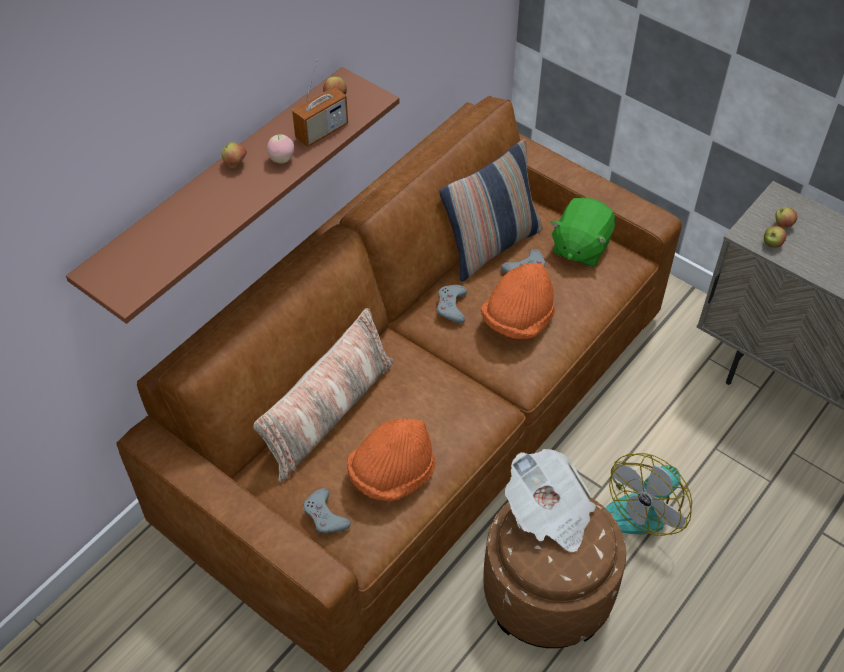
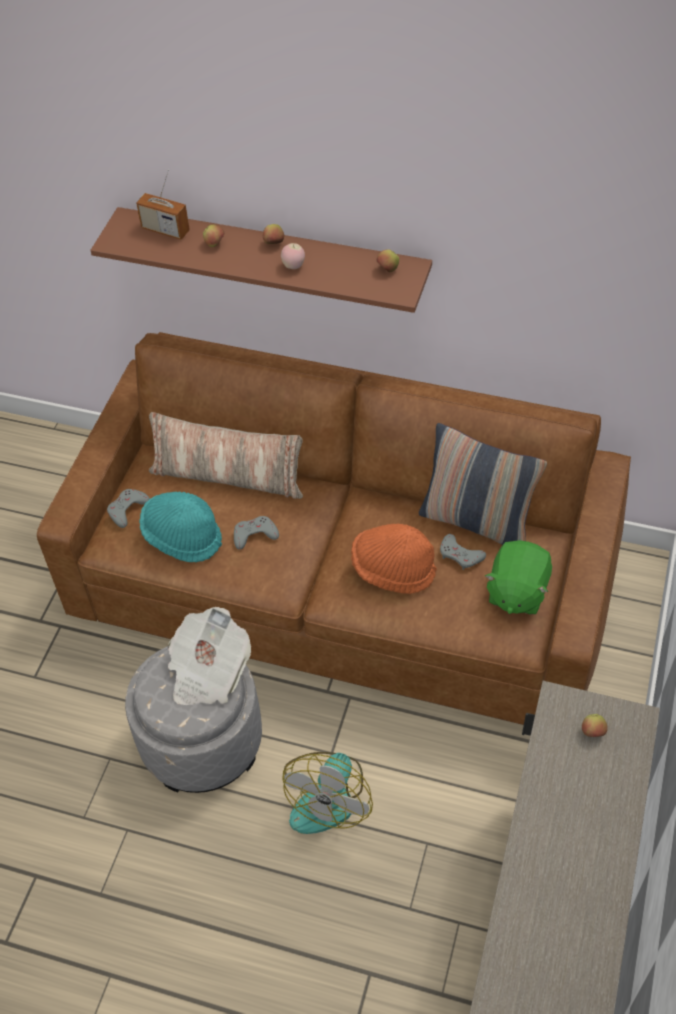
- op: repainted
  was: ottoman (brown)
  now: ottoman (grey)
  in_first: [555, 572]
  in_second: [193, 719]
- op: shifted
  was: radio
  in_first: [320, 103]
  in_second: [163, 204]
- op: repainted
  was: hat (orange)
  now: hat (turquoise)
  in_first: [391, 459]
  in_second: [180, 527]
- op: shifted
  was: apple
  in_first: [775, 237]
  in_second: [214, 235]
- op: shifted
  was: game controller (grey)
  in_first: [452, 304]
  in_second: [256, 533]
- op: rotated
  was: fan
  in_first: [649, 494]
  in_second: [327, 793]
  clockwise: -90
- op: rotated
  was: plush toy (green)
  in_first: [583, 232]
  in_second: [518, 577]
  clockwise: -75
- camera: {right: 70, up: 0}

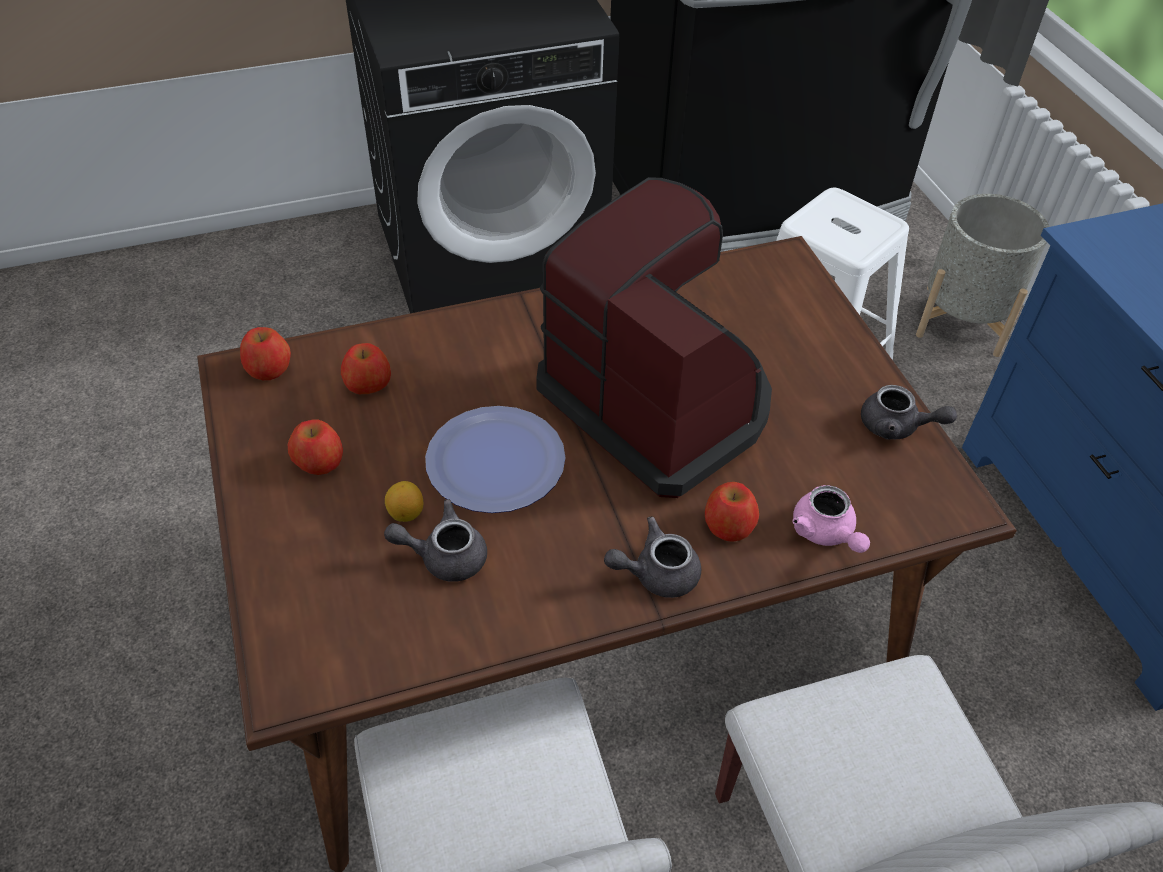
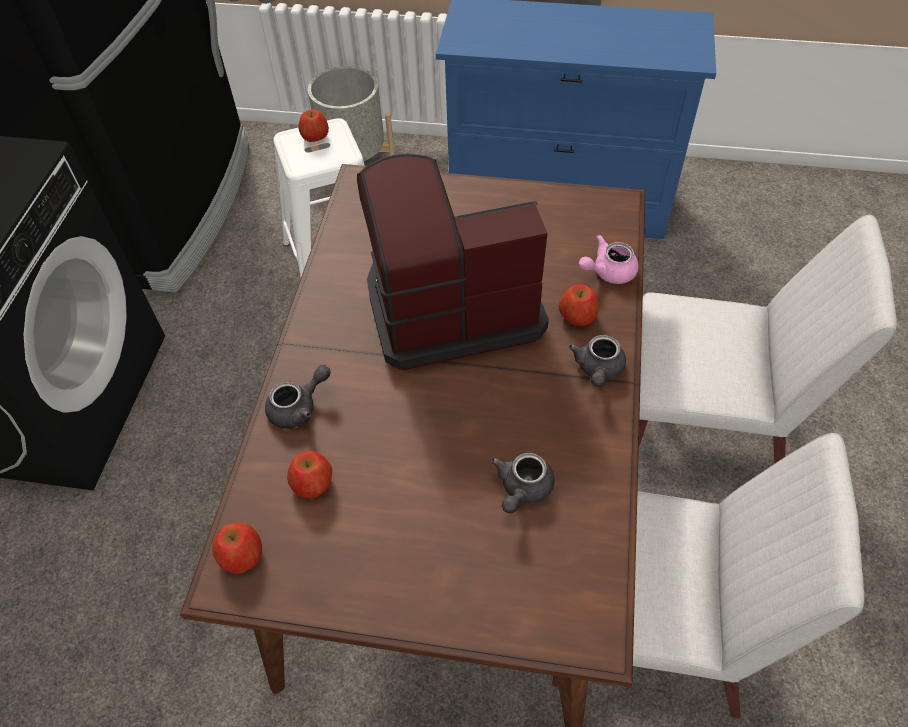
- op: shifted
  was: teapot (grey)
  in_first: [909, 412]
  in_second: [298, 397]
- op: shifted
  was: apple
  in_first: [315, 447]
  in_second: [313, 125]
- op: rotated
  was: teapot (pink)
  in_first: [831, 519]
  in_second: [609, 259]
  clockwise: 150
- op: gone
  was: lemon
  in_first: [404, 501]
- op: gone
  was: plate
  in_first: [495, 459]
- camera: {right: -60, up: 5}

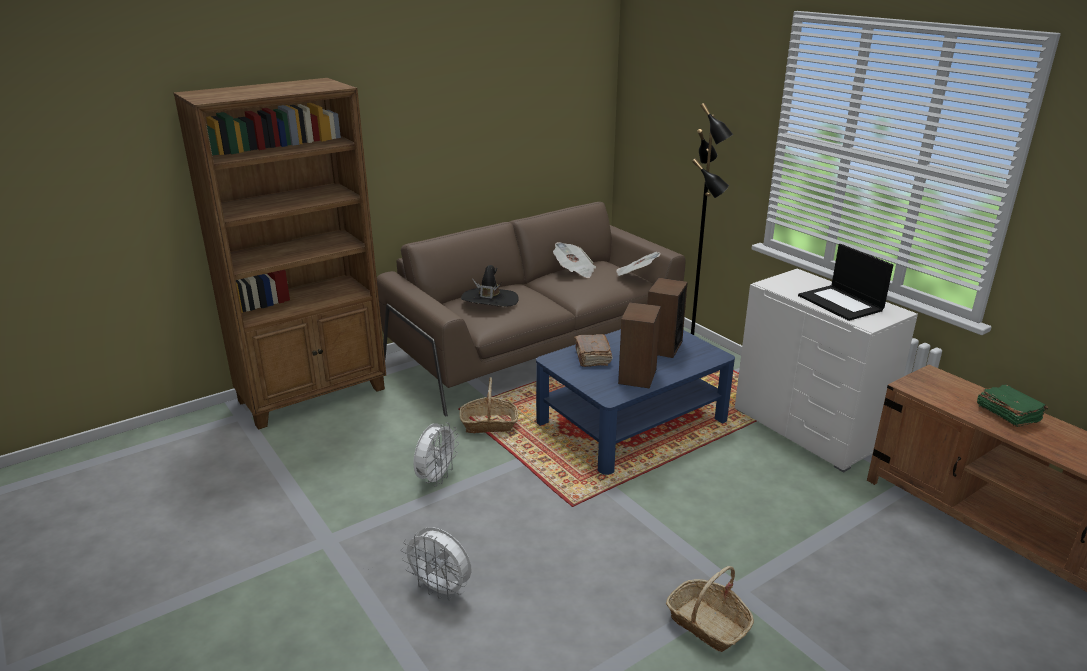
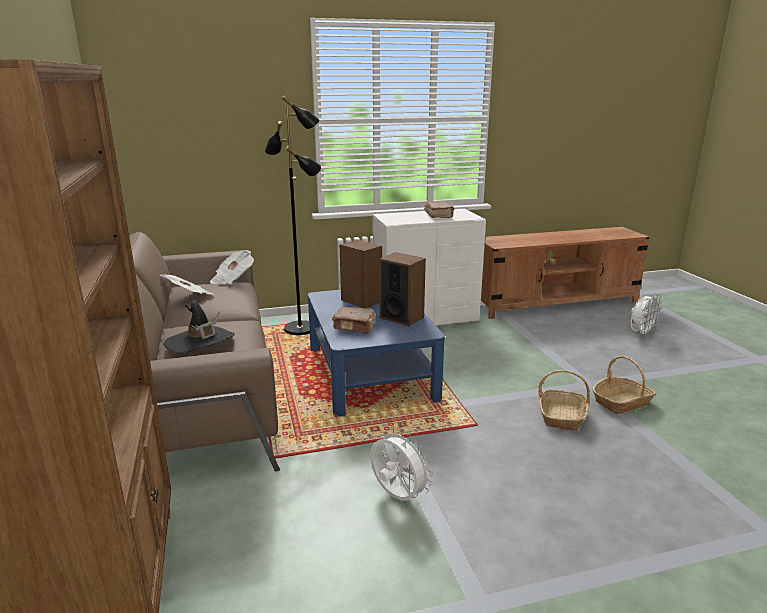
- op: swapped
  was: laptop
  now: book (brown)
  in_first: [845, 282]
  in_second: [439, 209]
- op: shifted
  was: basket
  in_first: [488, 405]
  in_second: [564, 400]
- op: shifted
  was: fan (white)
  in_first: [436, 563]
  in_second: [647, 315]
- op: gone
  was: book (green)
  in_first: [1012, 405]
- camera: {right: -70, up: -5}

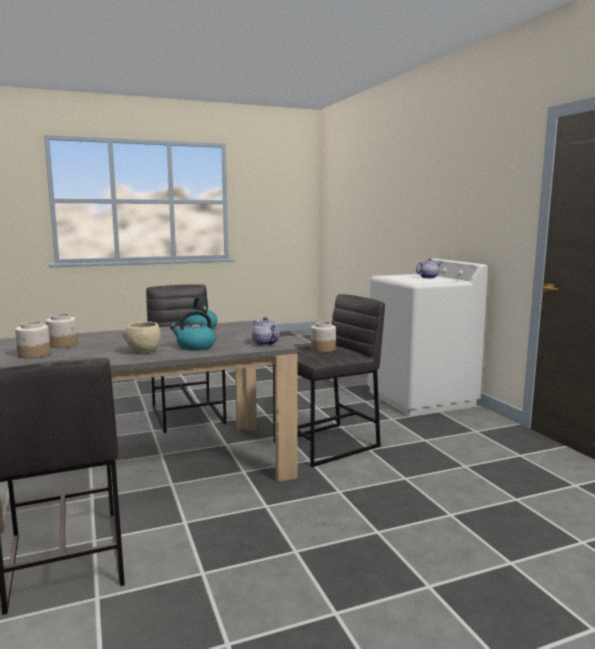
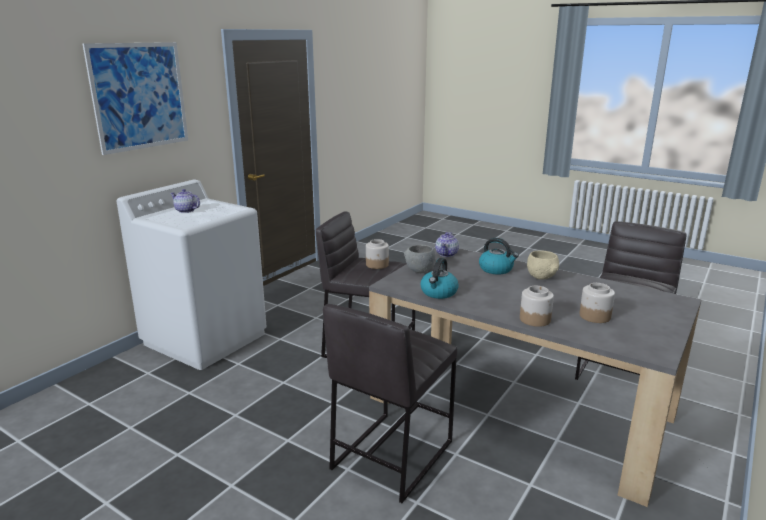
- op: new
  now: picture
  in_second: [135, 98]
- op: new
  now: bowl (grey)
  in_second: [419, 259]
- op: shifted
  was: jar
  in_first: [33, 340]
  in_second: [537, 306]
- camera: {right: -125, up: 10}

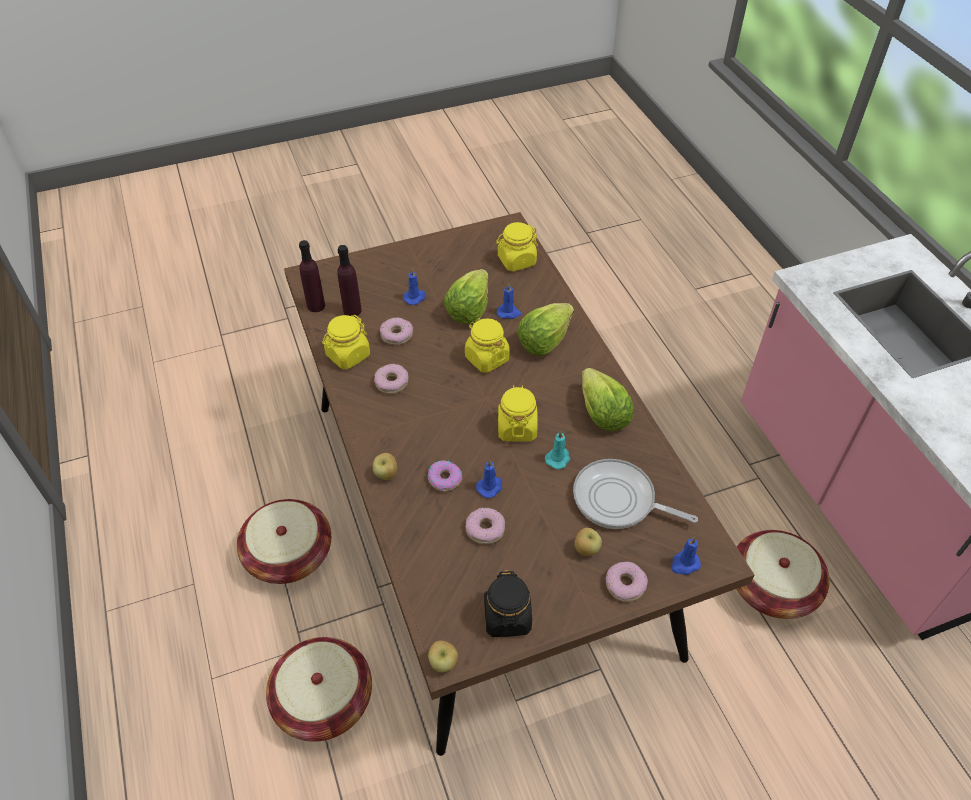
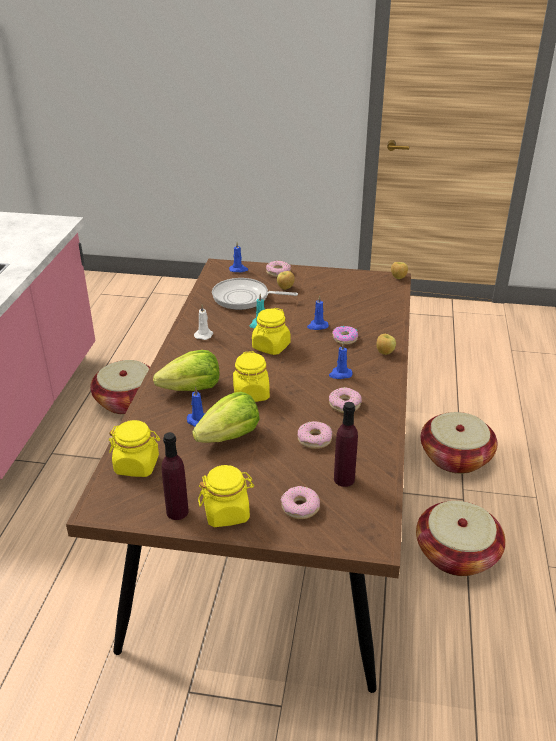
- op: shifted
  was: bottle (purple)
  in_first: [312, 276]
  in_second: [175, 476]
- op: swapped
  was: lettuce
  now: candle (white)
  in_first: [608, 399]
  in_second: [203, 322]
- op: shifted
  was: jar (yellow)
  in_first: [346, 342]
  in_second: [226, 496]
- op: rotated
  was: frying pan
  in_first: [635, 494]
  in_second: [255, 294]
  clockwise: 135
- op: shifted
  was: donut
  in_first: [485, 525]
  in_second: [300, 502]
- op: shifted
  was: candle (blue)
  in_first: [414, 287]
  in_second: [341, 360]
- op: gone
  was: jar (black)
  in_first: [508, 603]
- camera: {right: -150, up: -15}

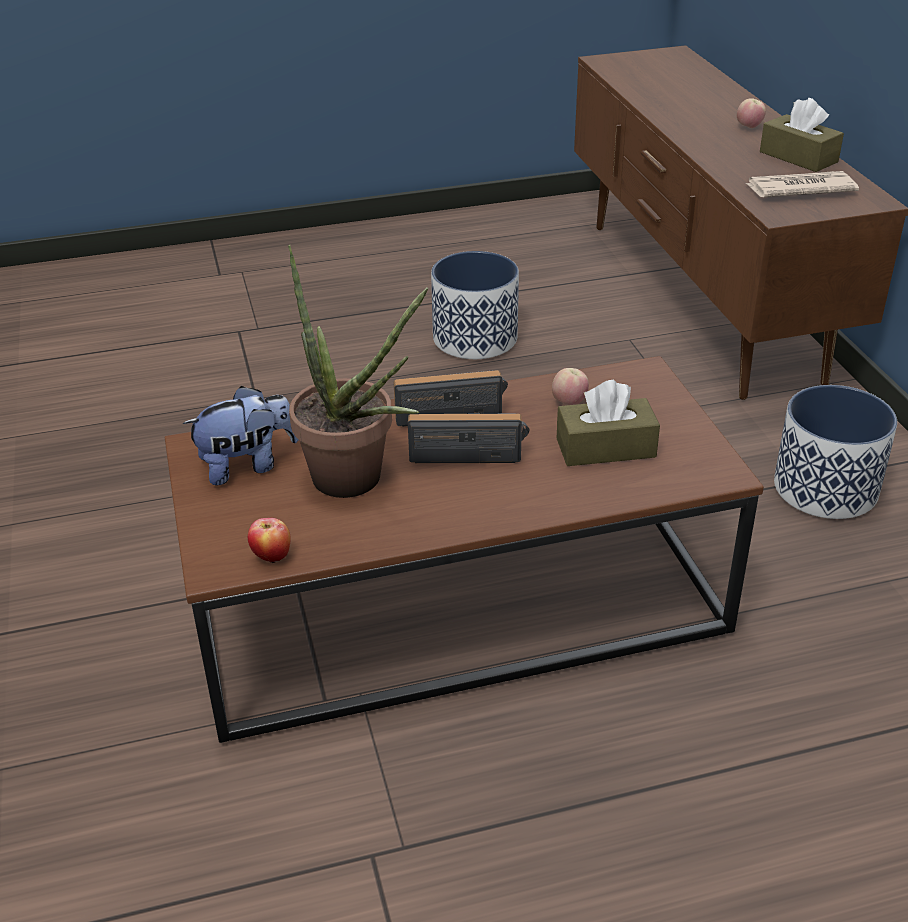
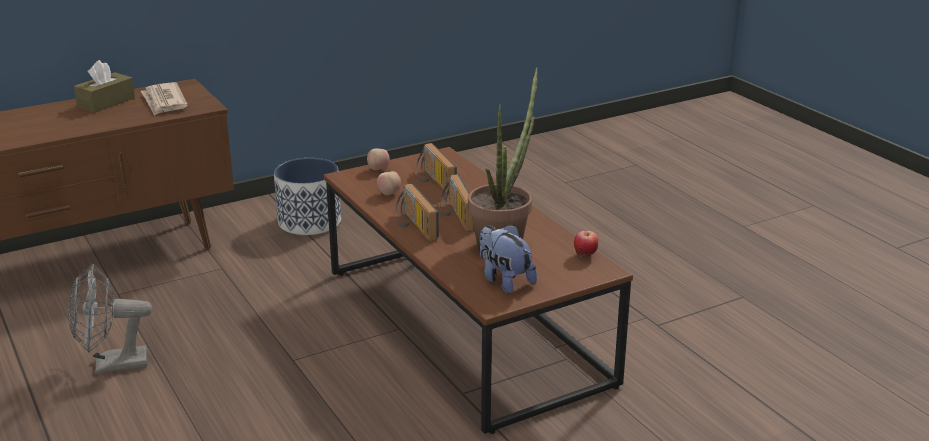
- op: swapped
  was: planter
  now: fan (grey)
  in_first: [475, 305]
  in_second: [110, 319]
- op: shifted
  was: apple
  in_first: [751, 113]
  in_second: [378, 159]
- op: swapped
  was: tissue box (brown)
  now: radio
  in_first: [608, 423]
  in_second: [436, 168]
- camera: {right: -105, up: -10}

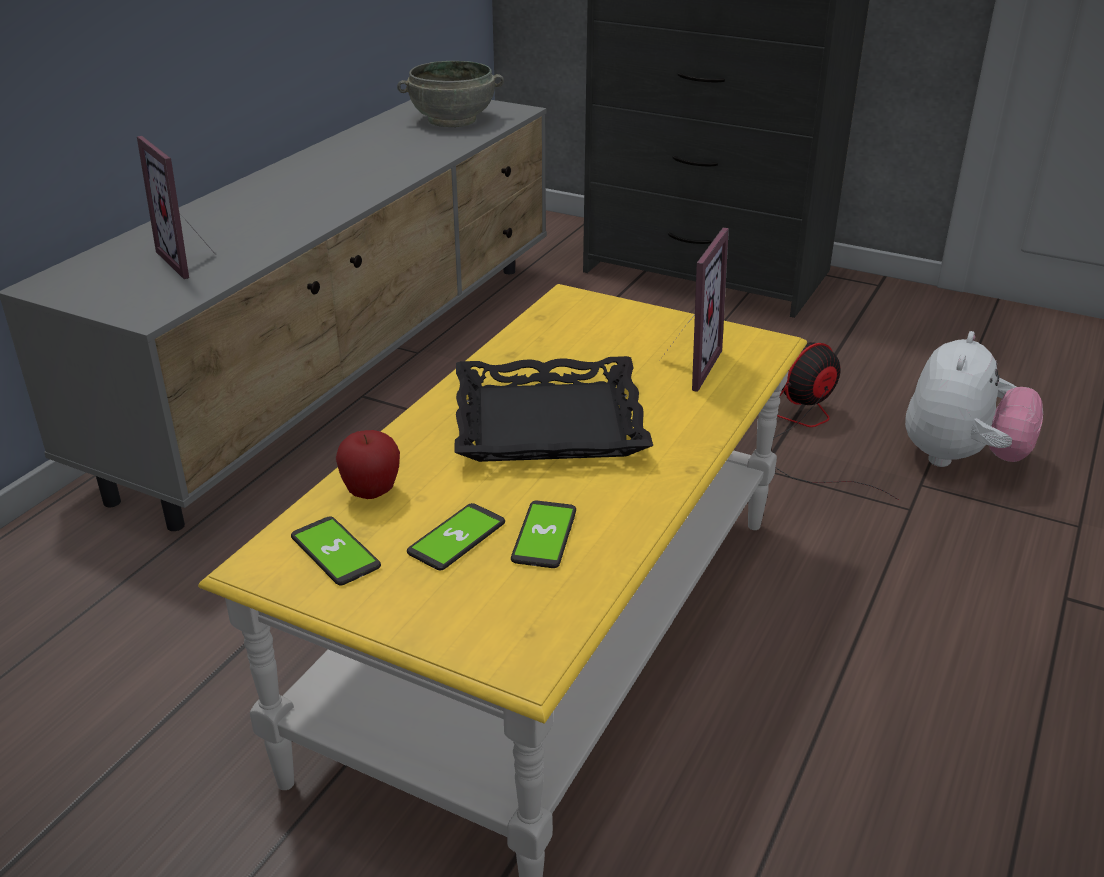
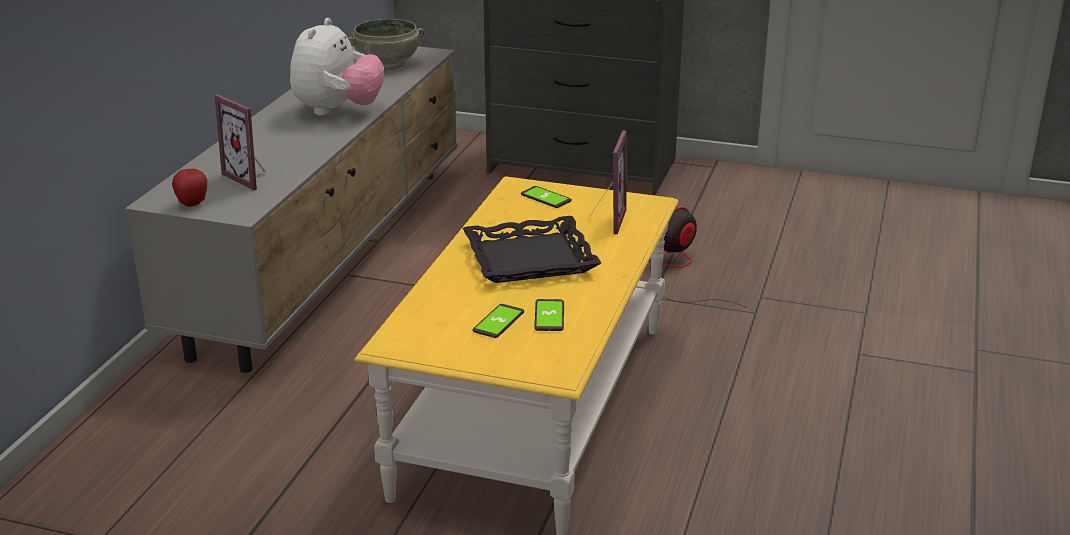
- op: shifted
  was: apple
  in_first: [368, 464]
  in_second: [189, 187]
- op: shifted
  was: plush toy
  in_first: [974, 399]
  in_second: [337, 67]
- op: shifted
  was: phone
  in_first: [336, 550]
  in_second: [546, 197]
- camera: {right: -10, up: -5}

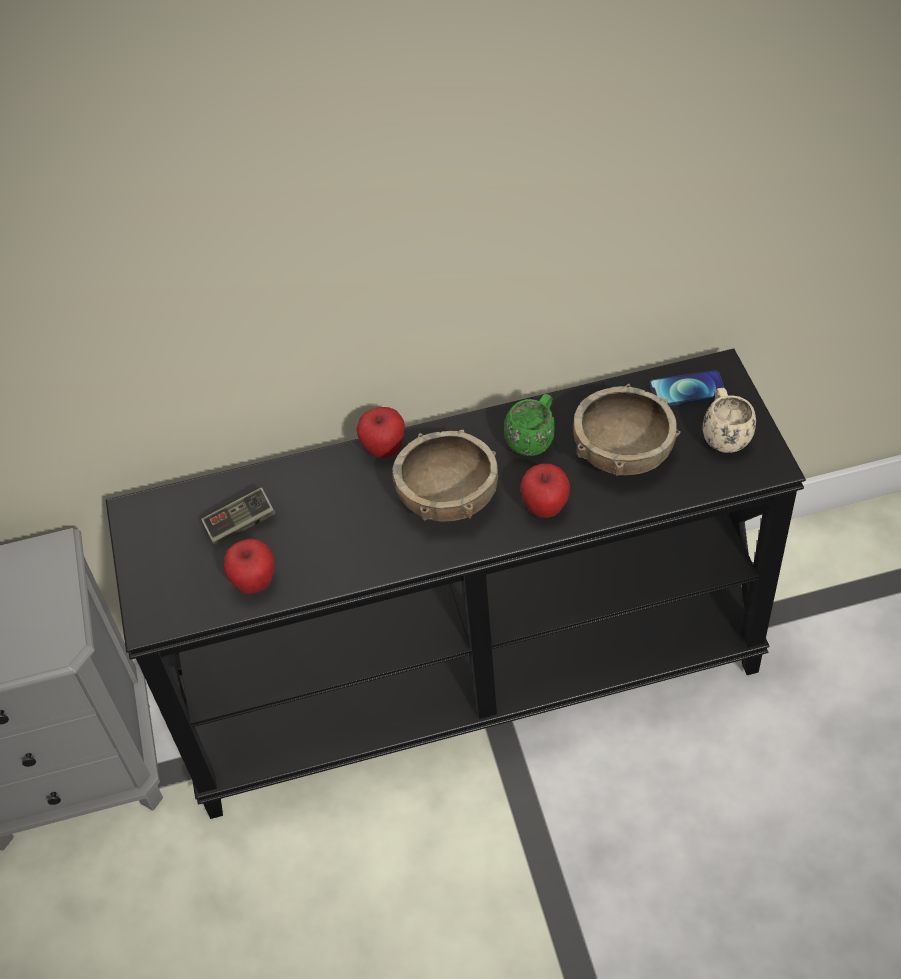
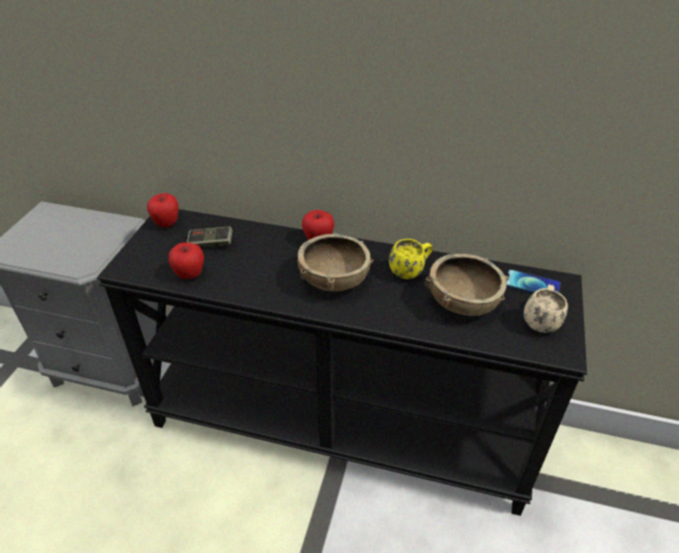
- op: shifted
  was: apple
  in_first: [545, 491]
  in_second: [163, 210]
- op: repainted
  was: mug (green)
  now: mug (yellow)
  in_first: [529, 425]
  in_second: [411, 259]
- camera: {right: 25, up: -10}

